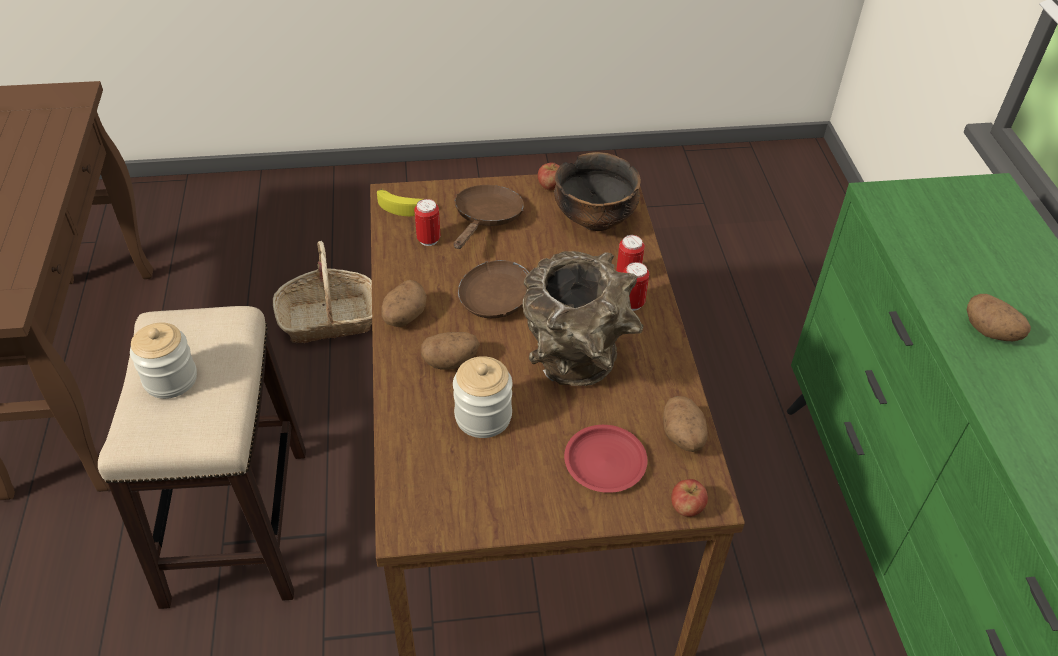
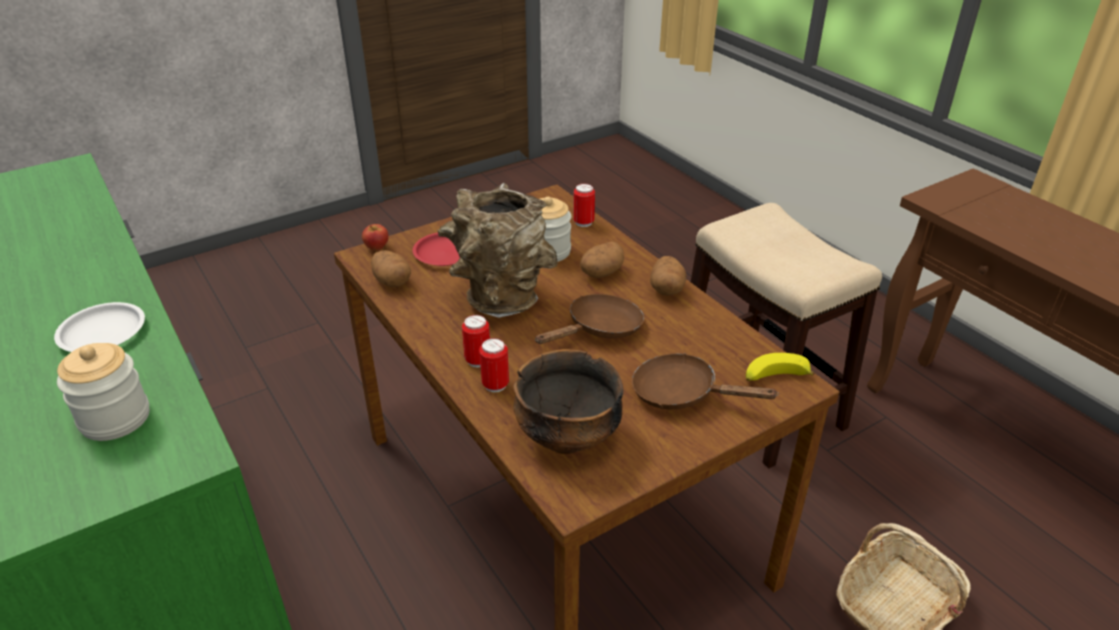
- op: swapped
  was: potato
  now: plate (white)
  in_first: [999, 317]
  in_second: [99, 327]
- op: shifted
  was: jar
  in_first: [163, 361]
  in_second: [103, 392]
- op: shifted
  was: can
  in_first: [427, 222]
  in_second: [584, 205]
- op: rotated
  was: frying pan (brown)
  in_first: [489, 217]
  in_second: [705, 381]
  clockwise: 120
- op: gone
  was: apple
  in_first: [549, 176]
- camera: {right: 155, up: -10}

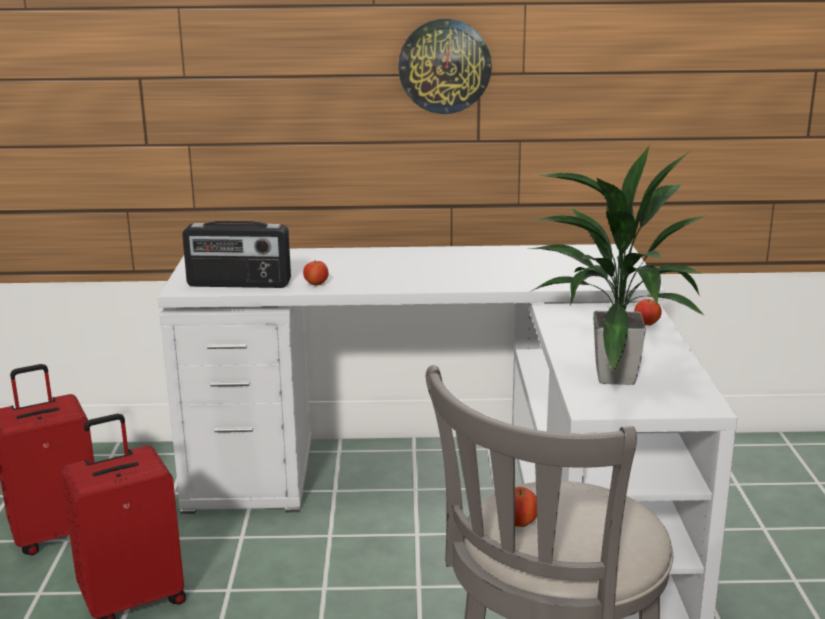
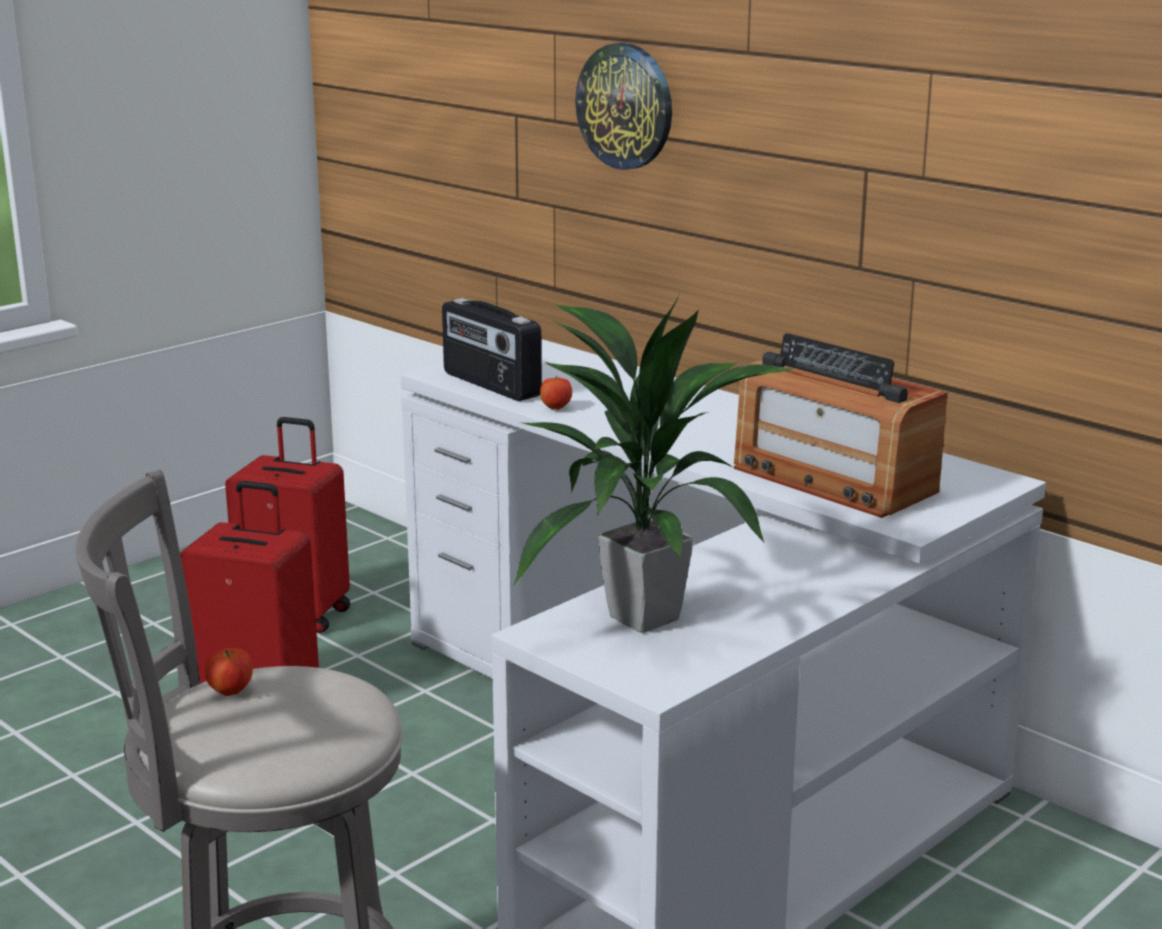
- op: shifted
  was: wall clock
  in_first: [445, 66]
  in_second: [623, 106]
- op: new
  now: radio
  in_second: [841, 425]
- op: gone
  was: apple
  in_first: [647, 312]
- camera: {right: 45, up: 0}

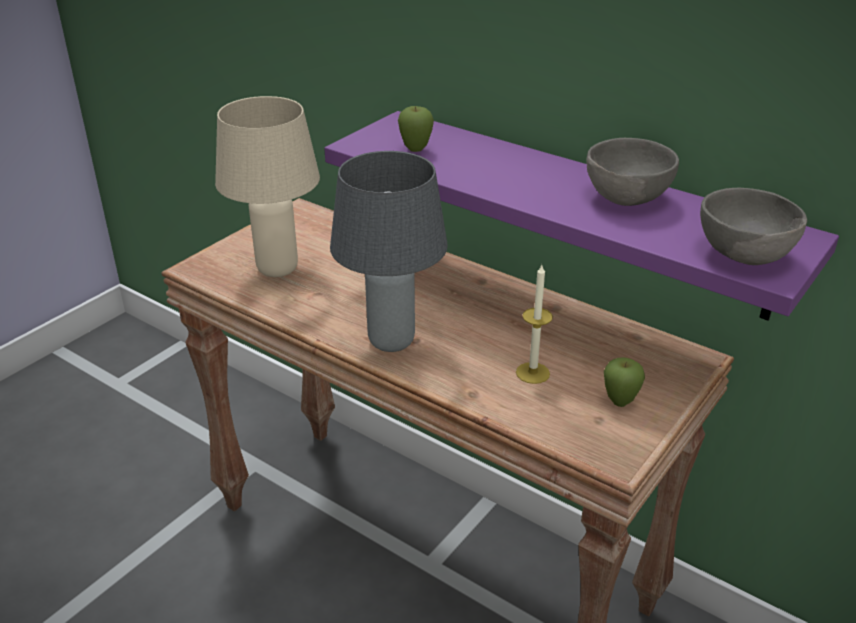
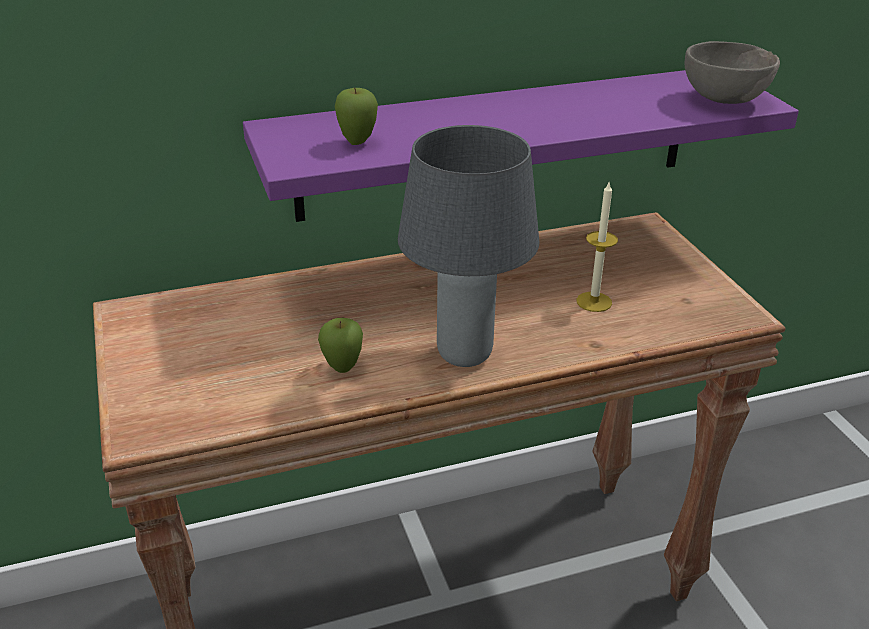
- op: shifted
  was: apple
  in_first: [624, 382]
  in_second: [340, 345]
- op: gone
  was: table lamp (beige)
  in_first: [267, 186]
- op: gone
  was: bowl (grey)
  in_first: [632, 172]
- camera: {right: -55, up: 0}

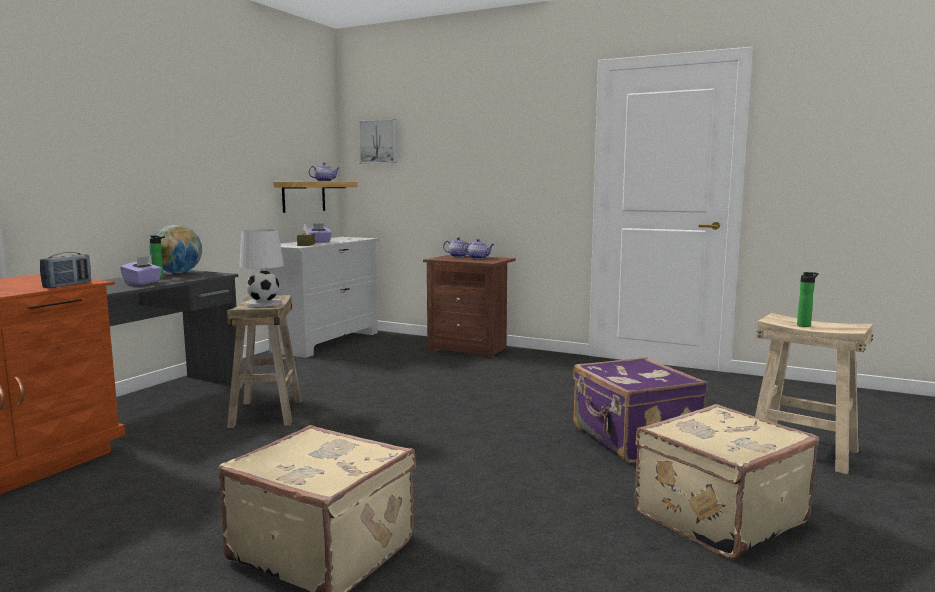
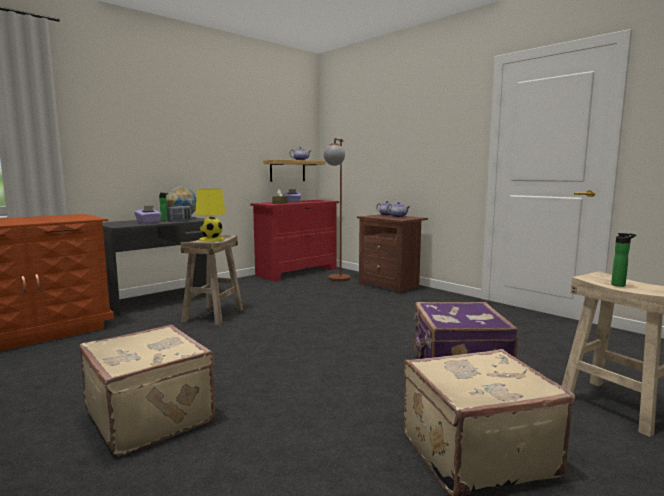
- op: shifted
  was: radio
  in_first: [65, 270]
  in_second: [179, 213]
- op: repainted
  was: table lamp (white)
  now: table lamp (yellow)
  in_first: [261, 268]
  in_second: [210, 215]
- op: repainted
  was: dresser (white)
  now: dresser (red)
  in_first: [322, 297]
  in_second: [294, 240]
- op: new
  now: floor lamp (brown)
  in_second: [337, 209]
- op: gone
  was: picture
  in_first: [378, 141]
- camera: {right: 20, up: 0}

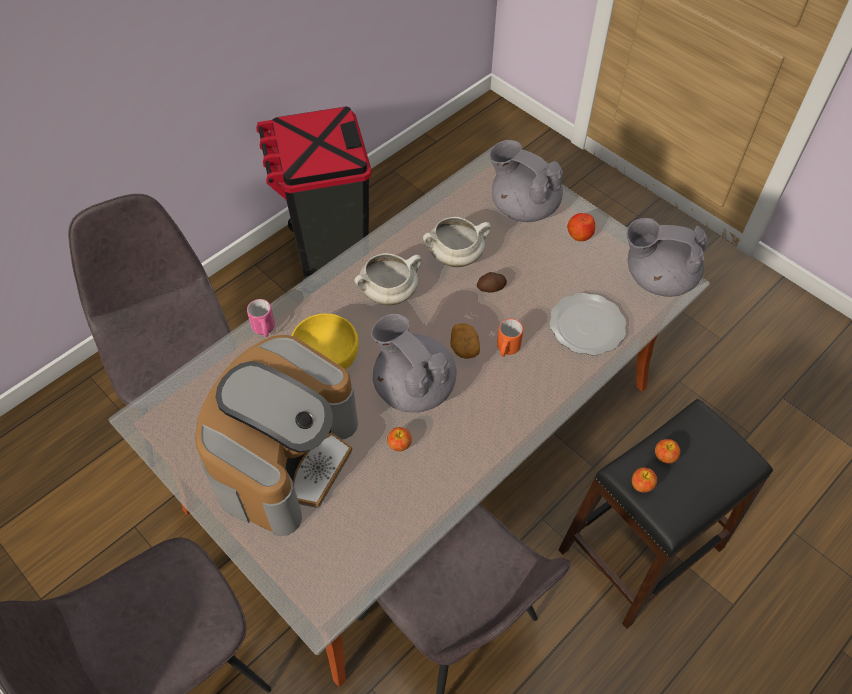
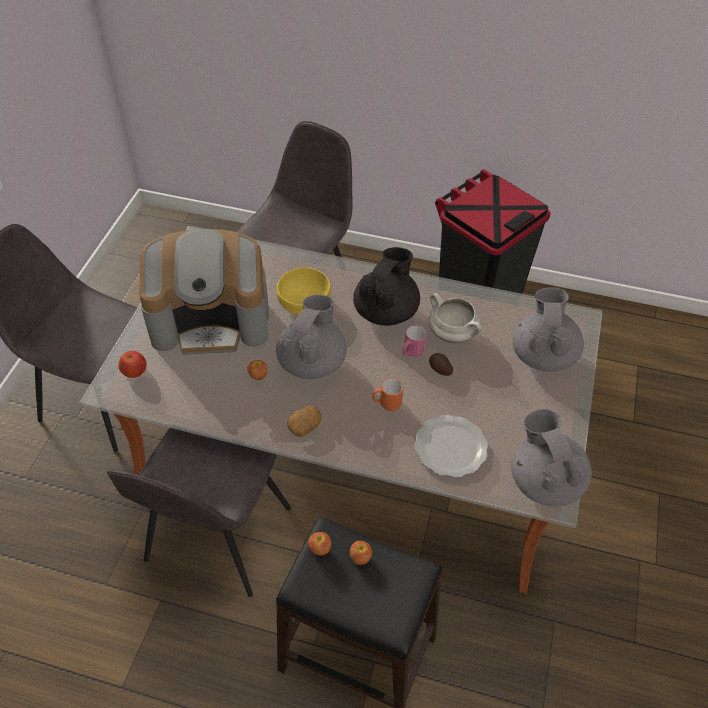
- op: shifted
  was: apple
  in_first: [581, 227]
  in_second: [132, 364]
- op: shifted
  was: potato
  in_first: [465, 341]
  in_second: [304, 421]
- op: swapped
  was: cooking pot (white)
  now: teapot (black)
  in_first: [388, 279]
  in_second: [386, 286]
- op: shifted
  was: mug (pink)
  in_first: [261, 318]
  in_second: [414, 341]
- camera: {right: 60, up: -5}

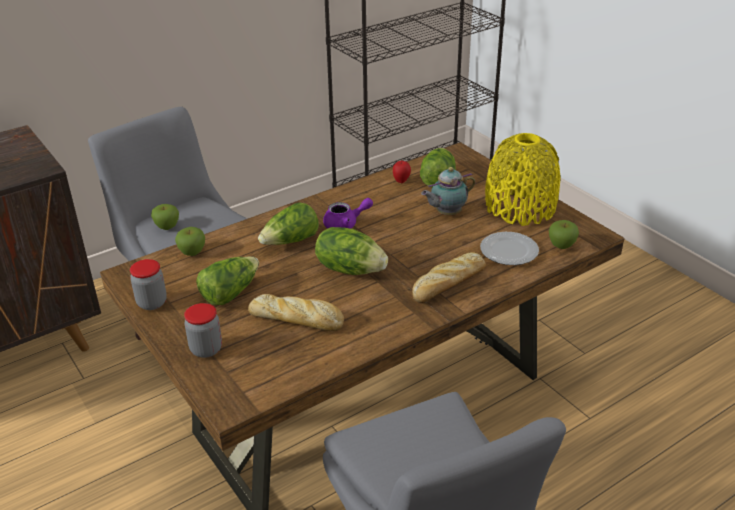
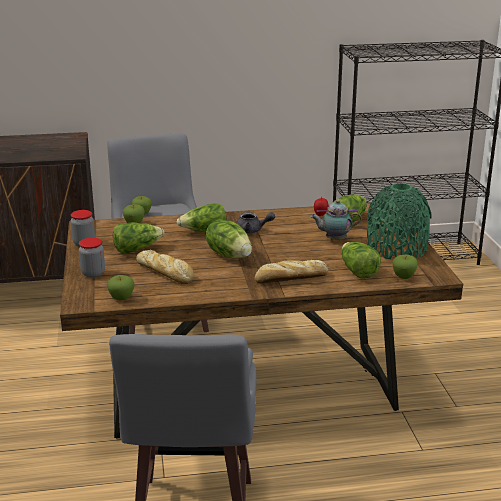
- op: new
  now: apple
  in_second: [121, 287]
- op: repainted
  was: teapot (purple)
  now: teapot (grey)
  in_first: [348, 213]
  in_second: [255, 222]
- op: swapped
  was: plate
  now: lettuce
  in_first: [509, 248]
  in_second: [361, 260]
- op: repainted
  was: vase (yellow)
  now: vase (green)
  in_first: [522, 179]
  in_second: [399, 221]
- camera: {right: 25, up: -10}

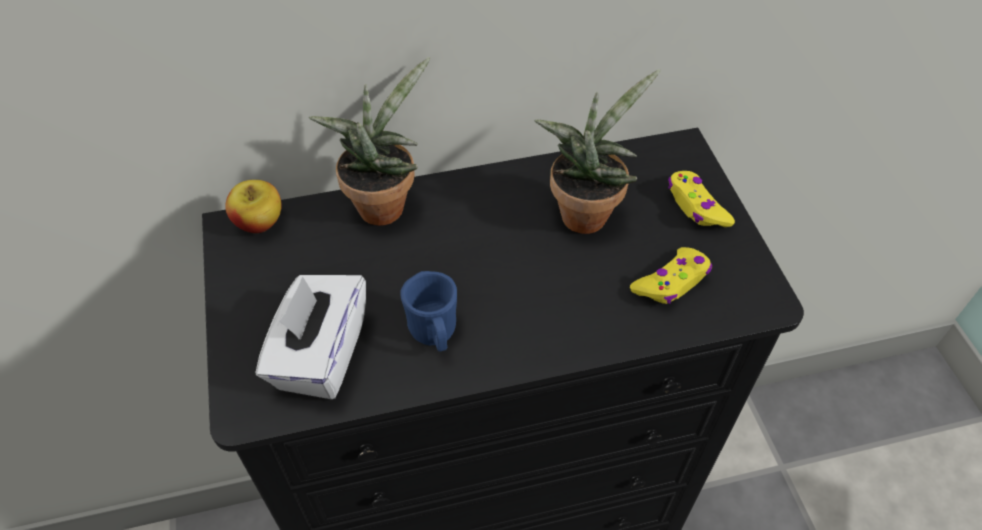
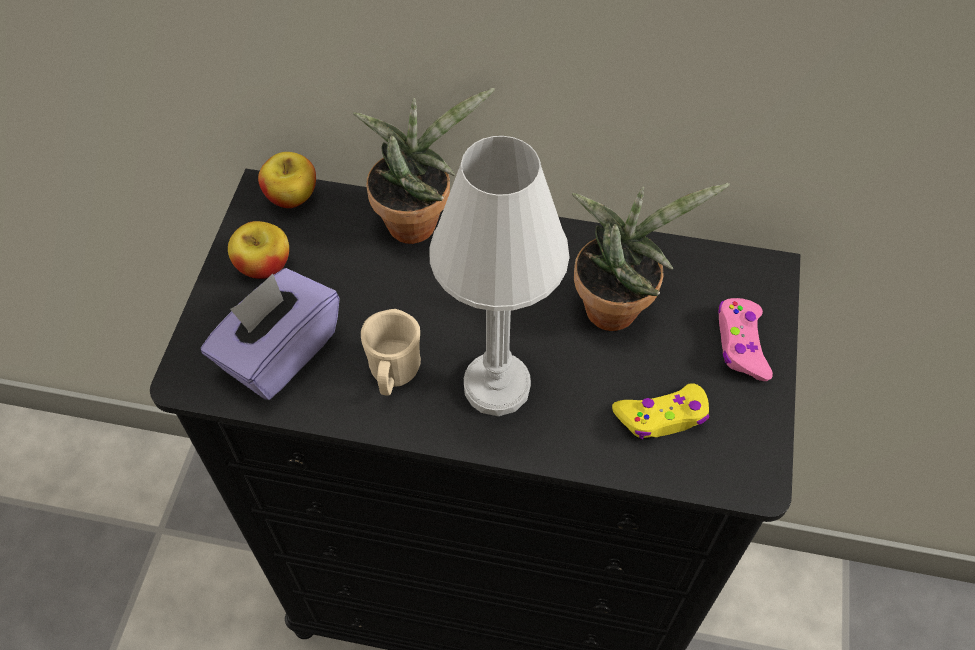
- op: repainted
  was: tissue box (white)
  now: tissue box (purple)
  in_first: [311, 337]
  in_second: [270, 334]
- op: new
  now: apple
  in_second: [258, 250]
- op: repainted
  was: mug (blue)
  now: mug (beige)
  in_first: [428, 311]
  in_second: [391, 352]
- op: new
  now: table lamp (white)
  in_second: [499, 276]
- op: repainted
  was: game controller (yellow)
  now: game controller (pink)
  in_first: [701, 199]
  in_second: [745, 339]
- camera: {right: 25, up: 5}

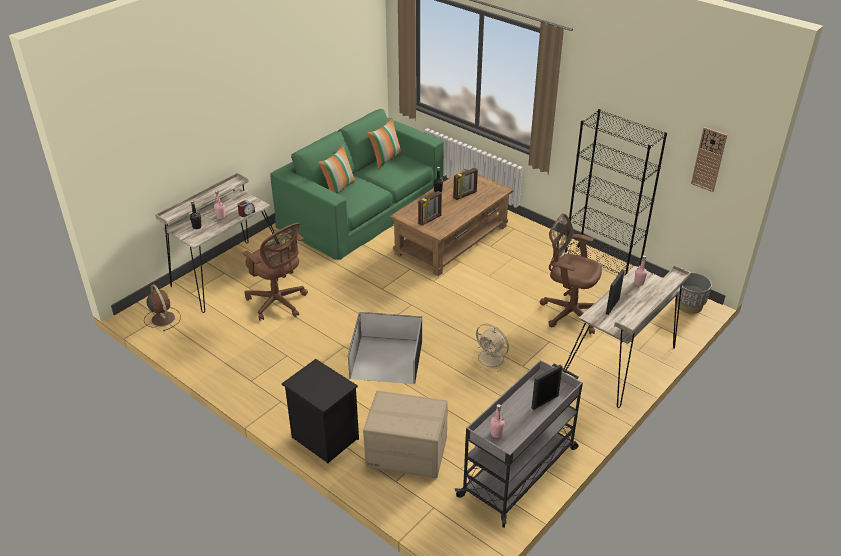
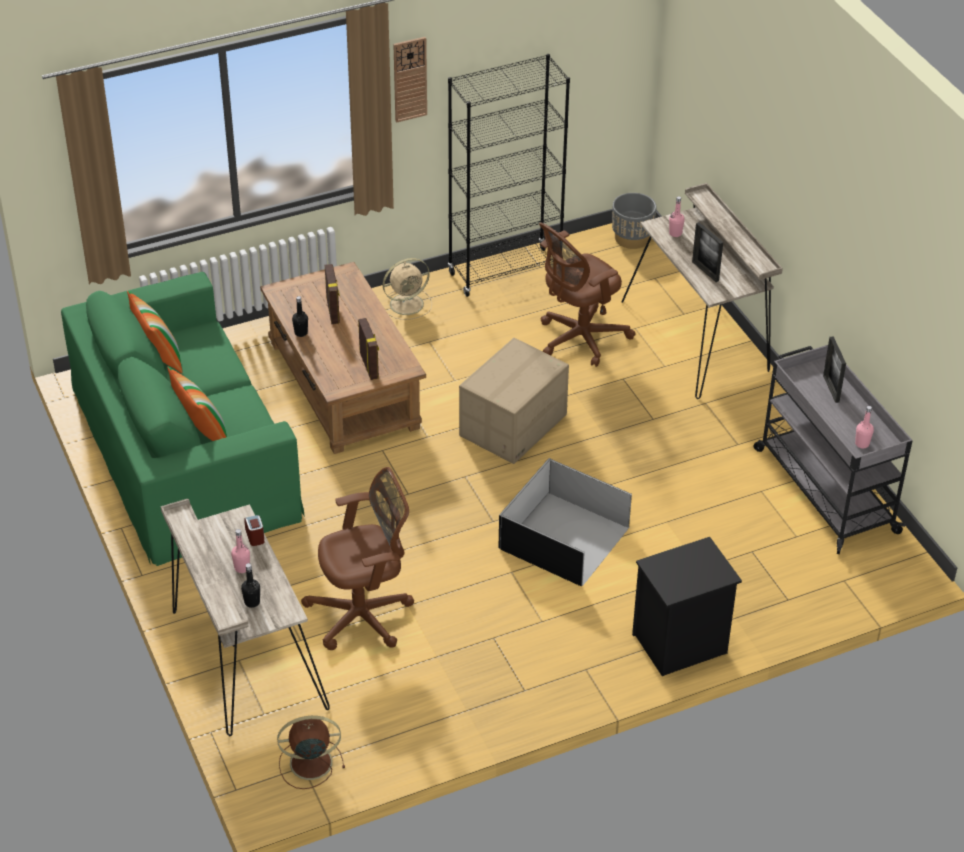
- op: shifted
  was: fan (beige)
  in_first: [491, 348]
  in_second: [407, 289]
- op: shifted
  was: wall clock
  in_first: [709, 159]
  in_second: [410, 80]
- op: shifted
  was: cardboard box
  in_first: [405, 434]
  in_second: [514, 401]
- camera: {right: -65, up: 5}

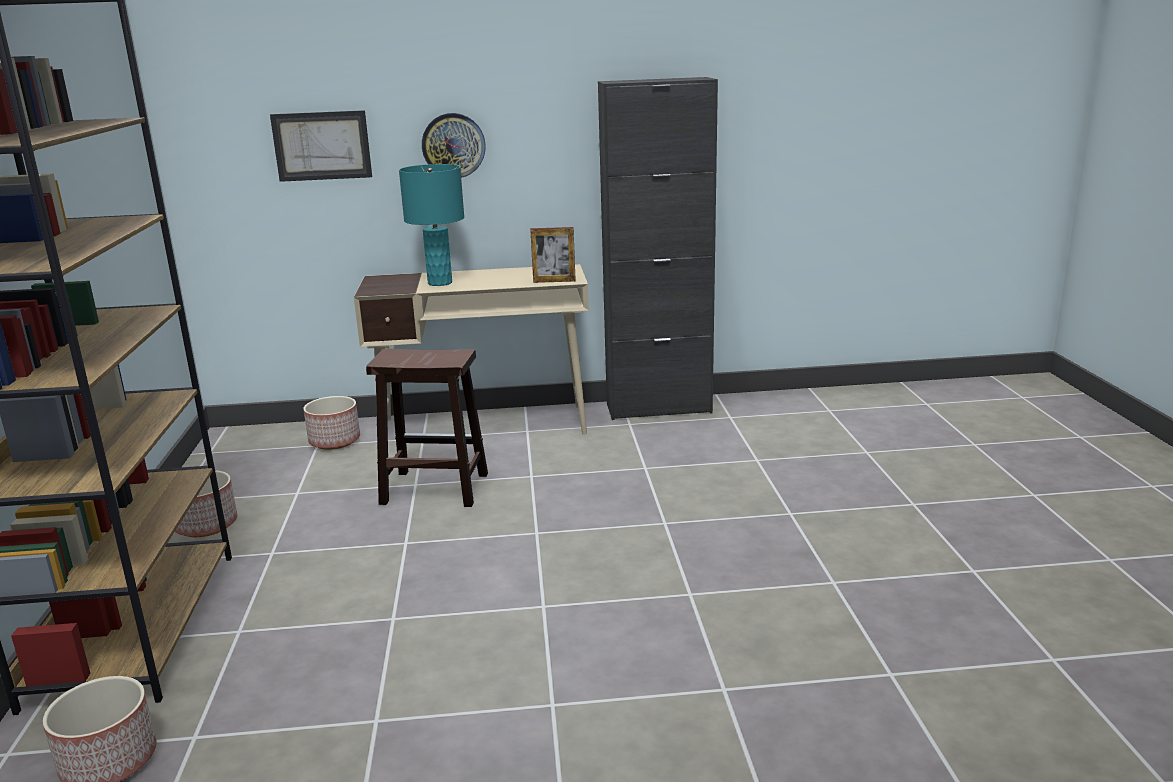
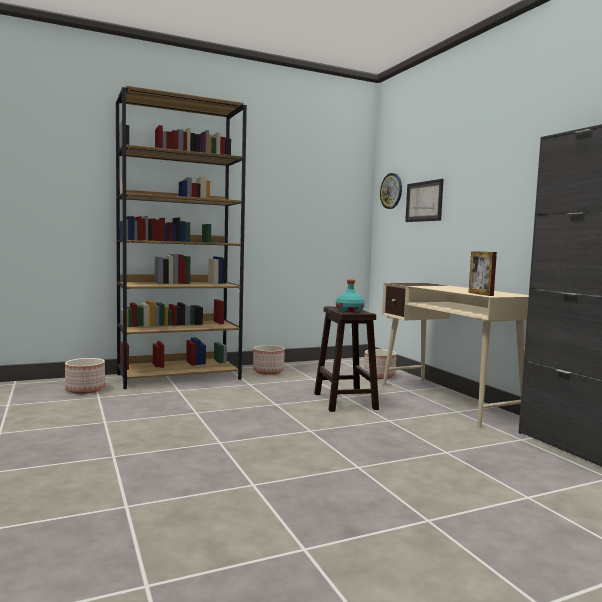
- op: new
  now: bottle (turquoise)
  in_second: [350, 296]
- op: shifted
  was: wall clock
  in_first: [454, 145]
  in_second: [391, 191]
- op: gone
  was: table lamp (turquoise)
  in_first: [431, 225]
- camera: {right: 70, up: -15}

